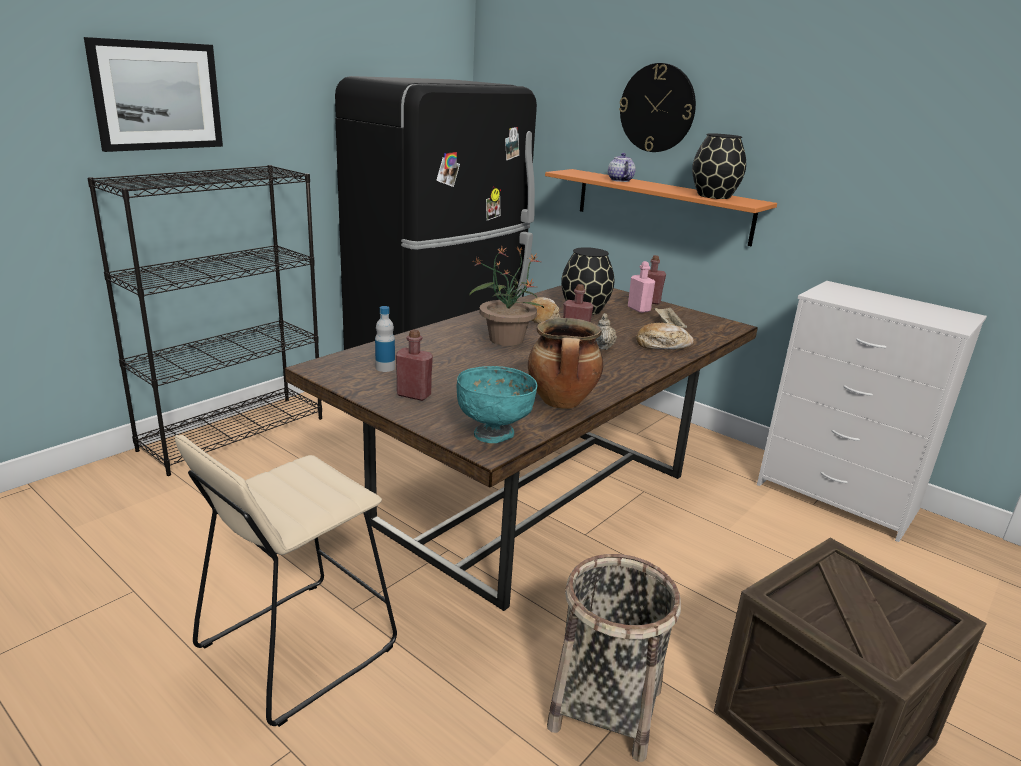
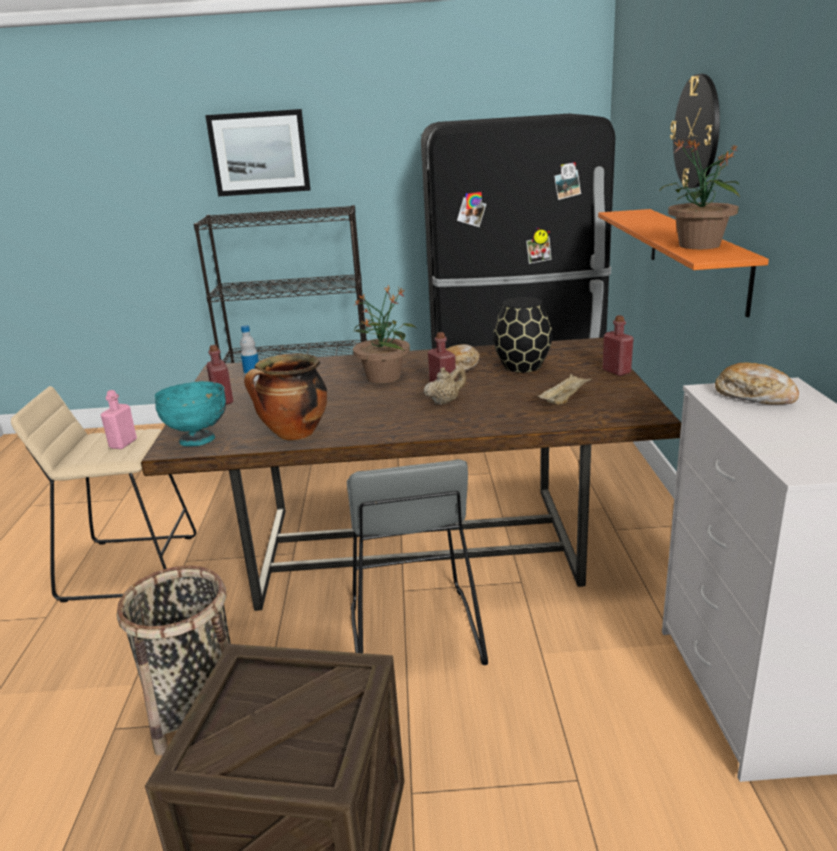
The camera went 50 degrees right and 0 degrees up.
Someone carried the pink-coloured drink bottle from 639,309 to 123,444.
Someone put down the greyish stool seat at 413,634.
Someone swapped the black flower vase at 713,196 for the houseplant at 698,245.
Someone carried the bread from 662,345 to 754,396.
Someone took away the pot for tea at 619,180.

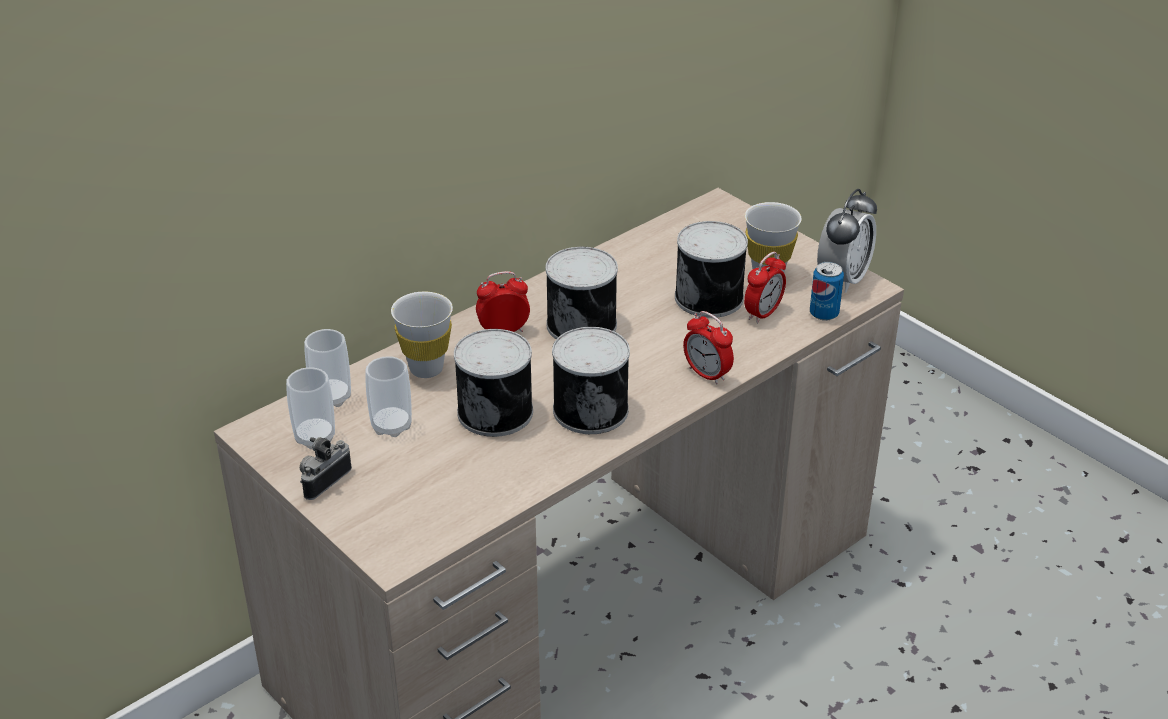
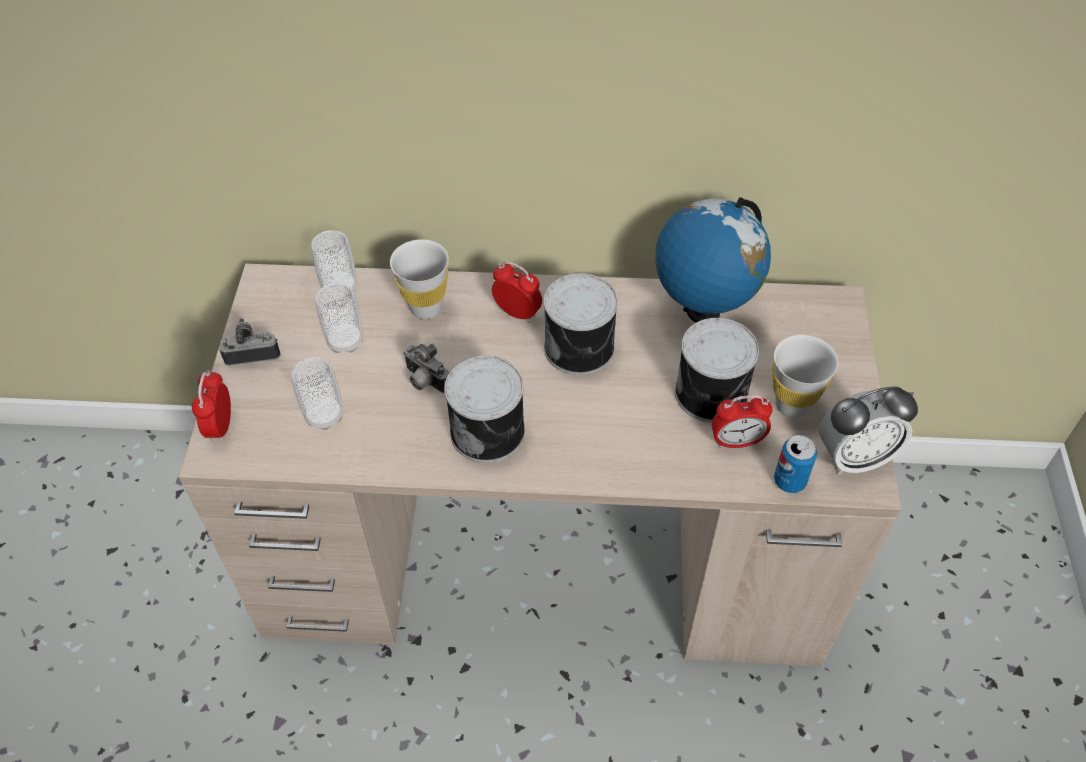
The camera went 45 degrees right and 15 degrees up.
Someone carried the table clock from 707,374 to 220,426.
Someone carried the small cup from 315,437 to 324,415.
Someone swapped the sealed can at 496,411 for the still camera at 424,381.
Someone put down the world globe at 702,312.

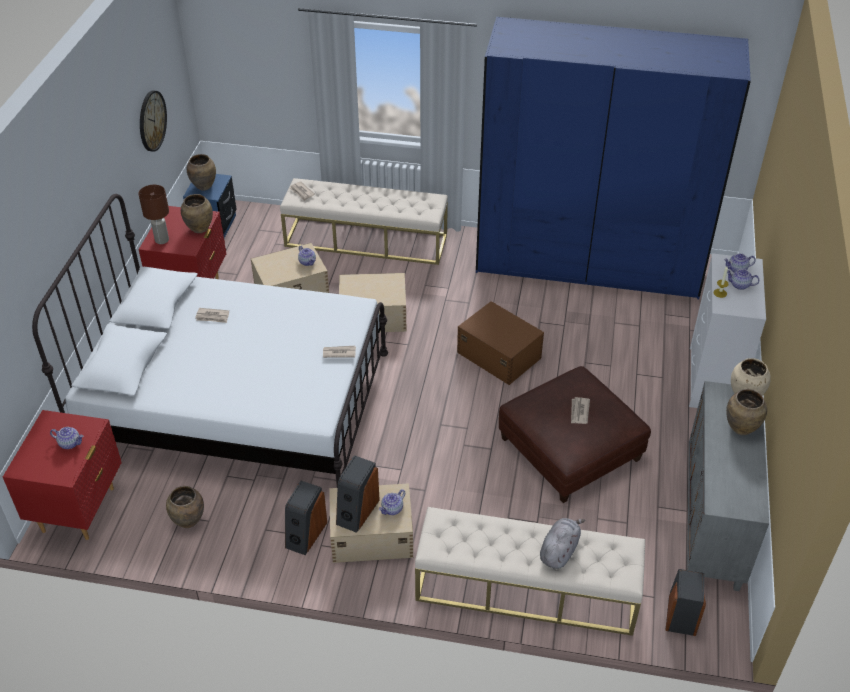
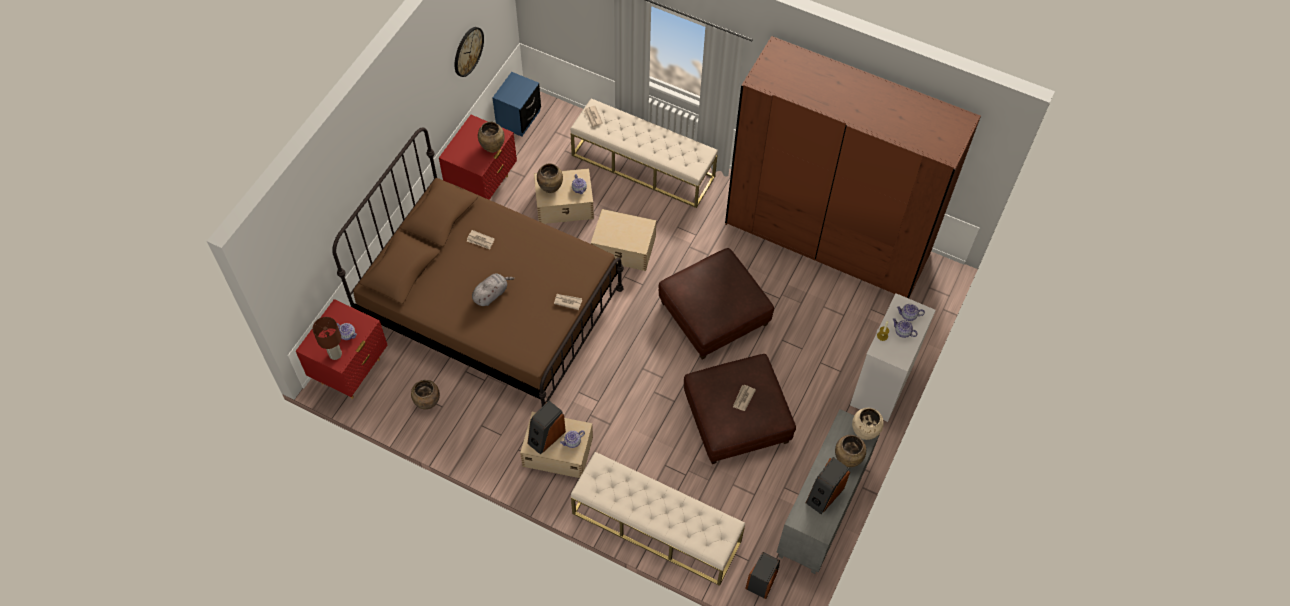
The camera went 15 degrees right and 15 degrees up.
Someone carried the brown table lamp from 162,240 to 335,354.
Someone repainted the white bed at 237,403, which became the brown bed at 490,307.
Someone carried the greyish cuddly toy from 559,550 to 491,294.
Someone carried the brown flower vase from 204,186 to 551,188.
Someone swapped the brown storage bin at 498,354 for the brown pouffe at 713,313.
Someone repainted the blue-coloured clothes cupboard at 588,263, which became the brown clothes cupboard at 827,238.
Someone carried the audio speaker from 305,534 to 824,494.

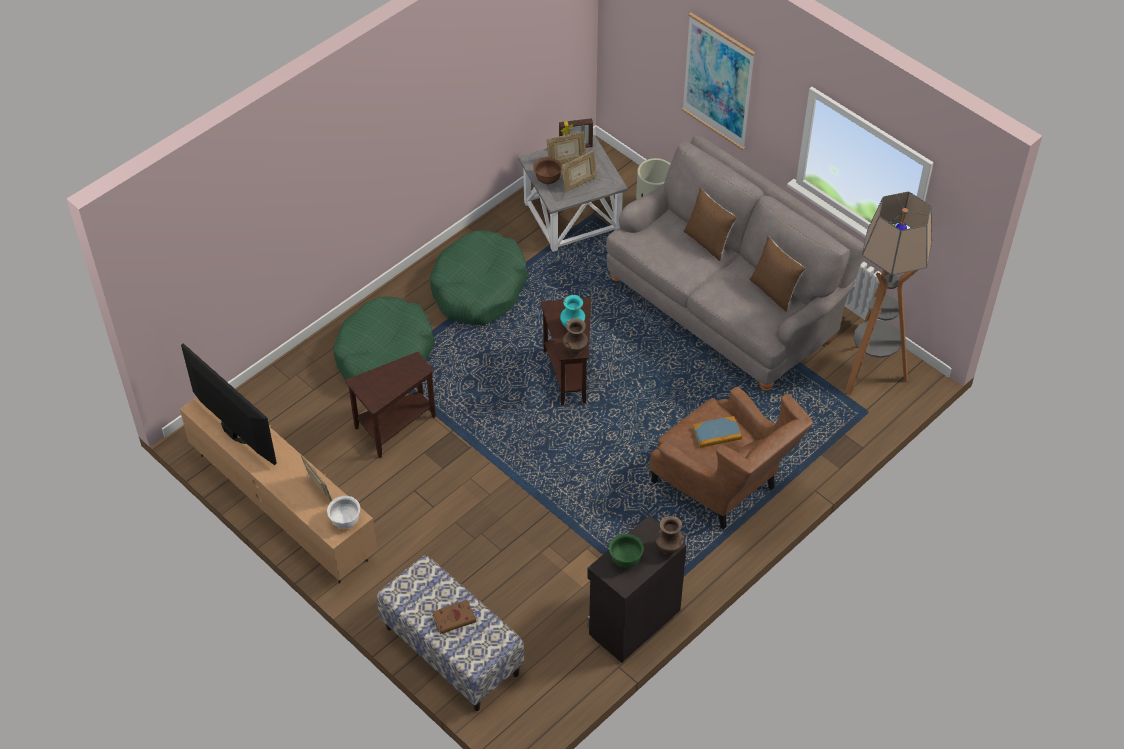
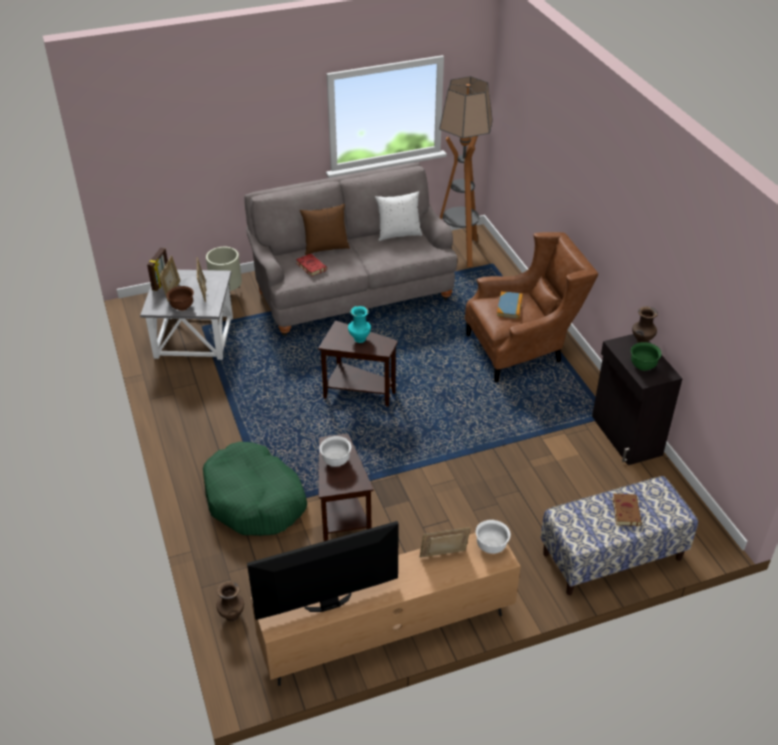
The camera went 65 degrees left and 10 degrees down.
Someone carried the brown flower vase from 575,350 to 231,615.
Someone put down the red-coloured bound book at 310,266.
Someone put down the white deep dish at 336,461.
Someone repainted the brown pillow at 774,291, which became the white pillow at 398,234.
Someone took away the green-coloured dog bed at 479,288.
Someone took away the wall art at 718,81.

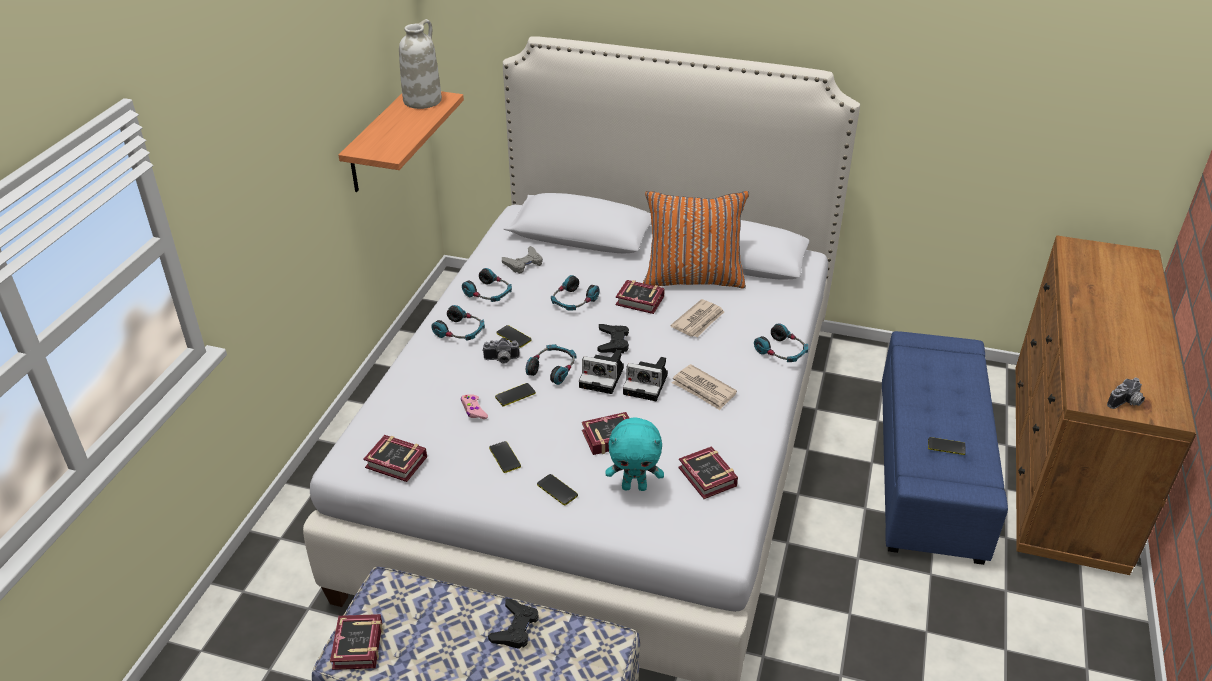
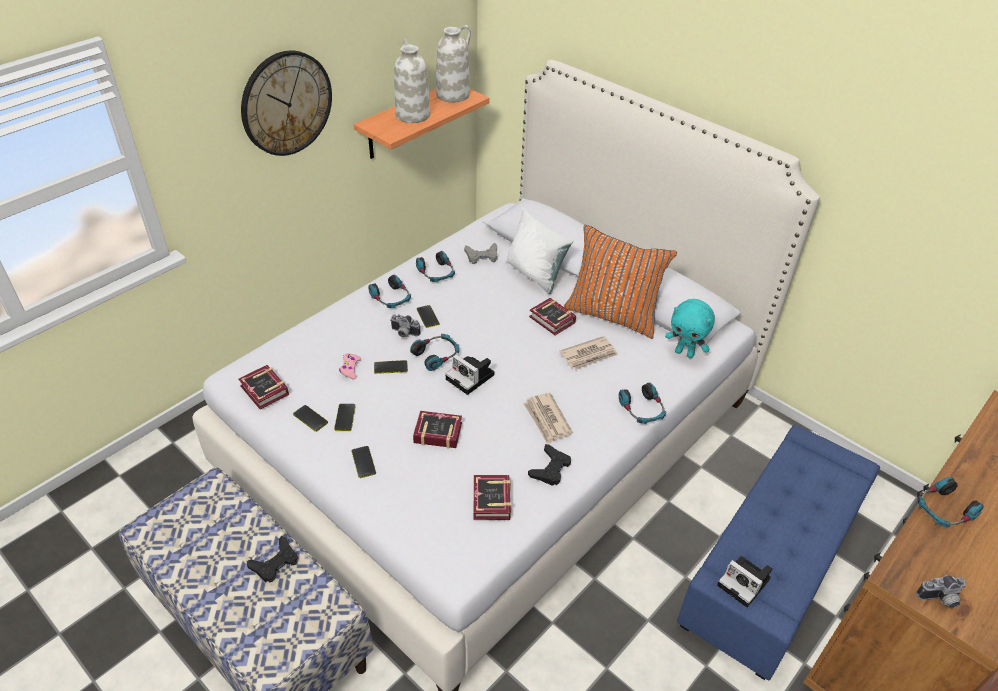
The camera went 25 degrees right and 5 degrees up.
Someone put up the wall clock at 286,103.
Someone carried the handset from 946,446 to 310,418.
Someone put down the white flower vase at 412,115.
Someone put down the white pillow at 535,274.
Someone carried the black gamepad from 613,342 to 550,469.
Someone carried the turquoise-coloured cuddly toy from 634,486 to 685,353.
Someone carried the still camera from 647,384 to 745,583.
Someone carried the headphones from 573,301 to 944,510.
Someone took away the bound book at 356,648.

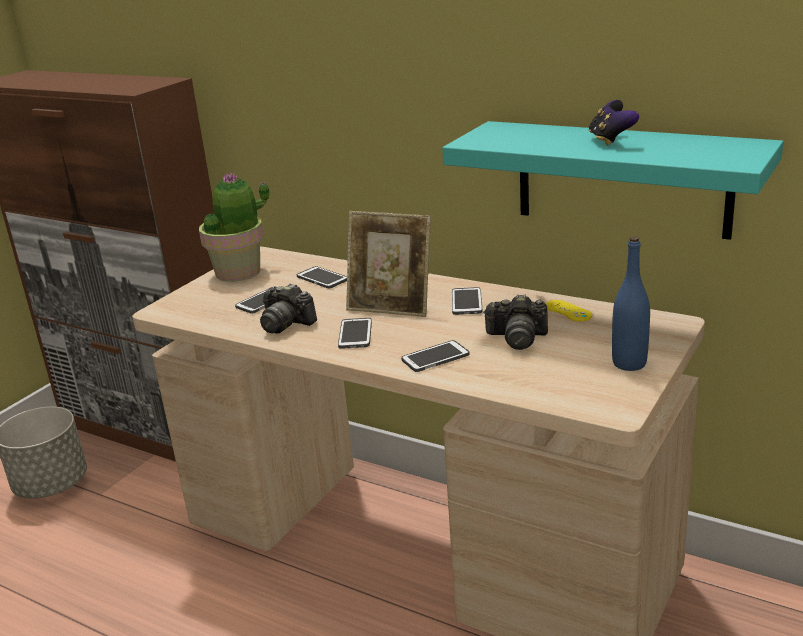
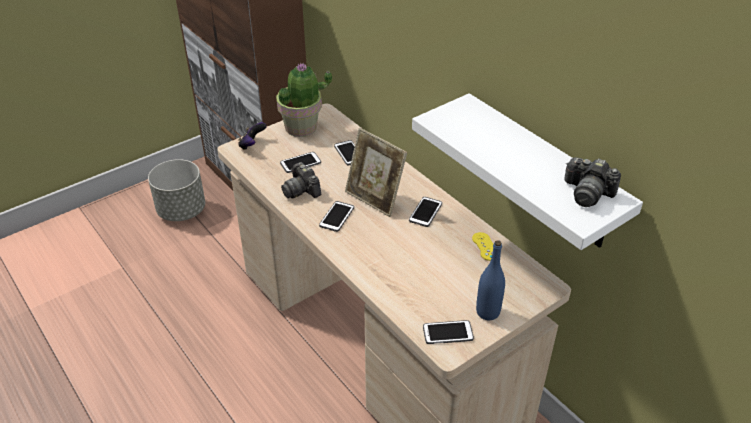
The camera went 20 degrees right and 15 degrees up.
Someone carried the gamepad from 611,140 to 252,145.
Someone repainted the turquoise-coloured bracket shelf at 622,178, which became the white bracket shelf at 542,173.
Someone carried the handset from 435,357 to 448,333.
Someone carried the still camera from 517,338 to 587,193.

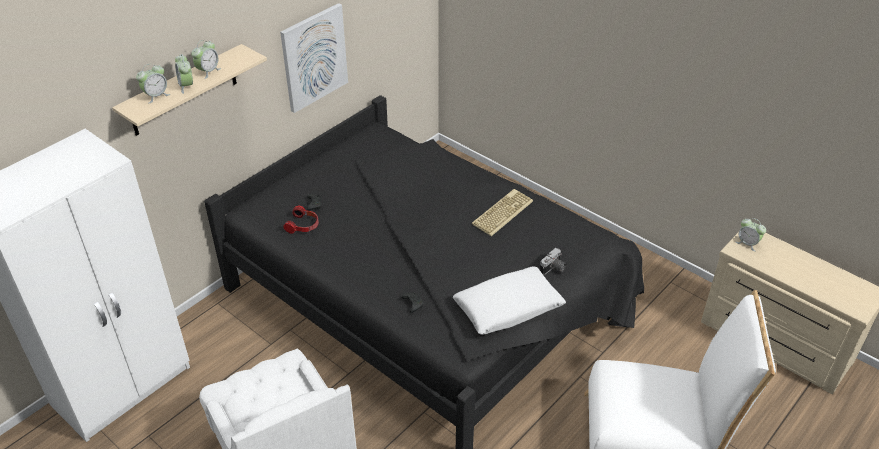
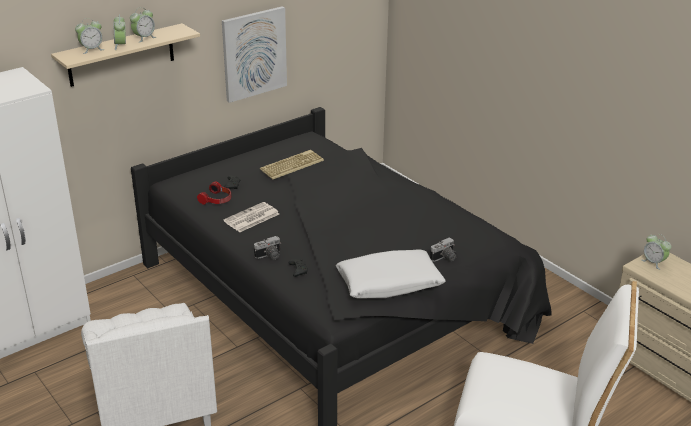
The camera went 10 degrees right and 10 degrees down.
Someone put down the daily paper at 251,218.
Someone put down the still camera at 269,256.
Someone carried the keyboard from 502,212 to 291,165.

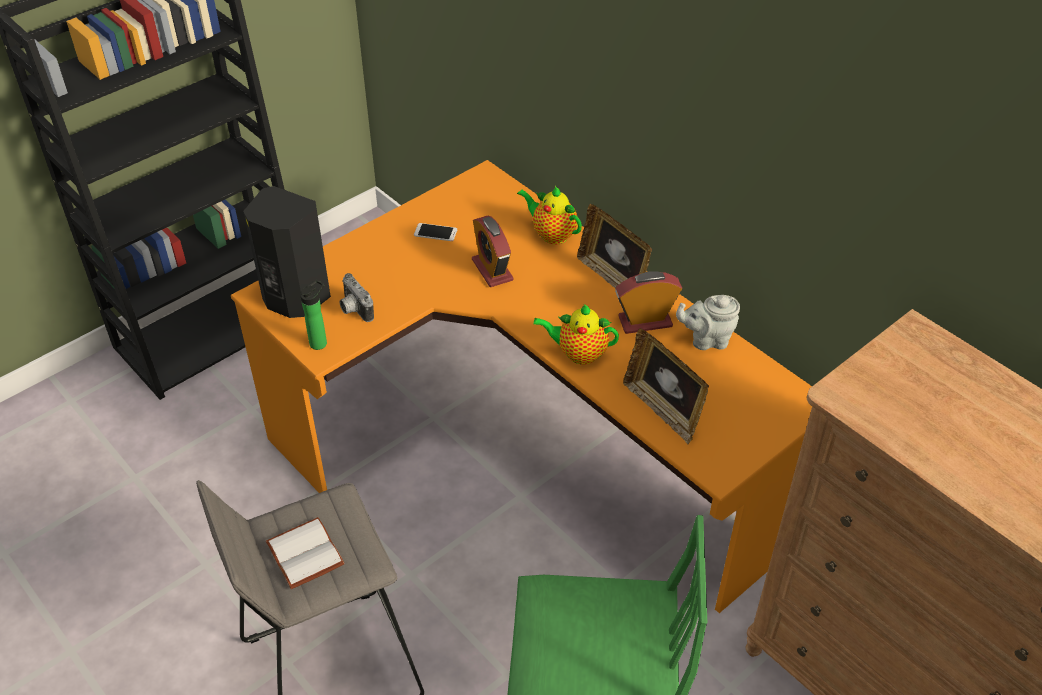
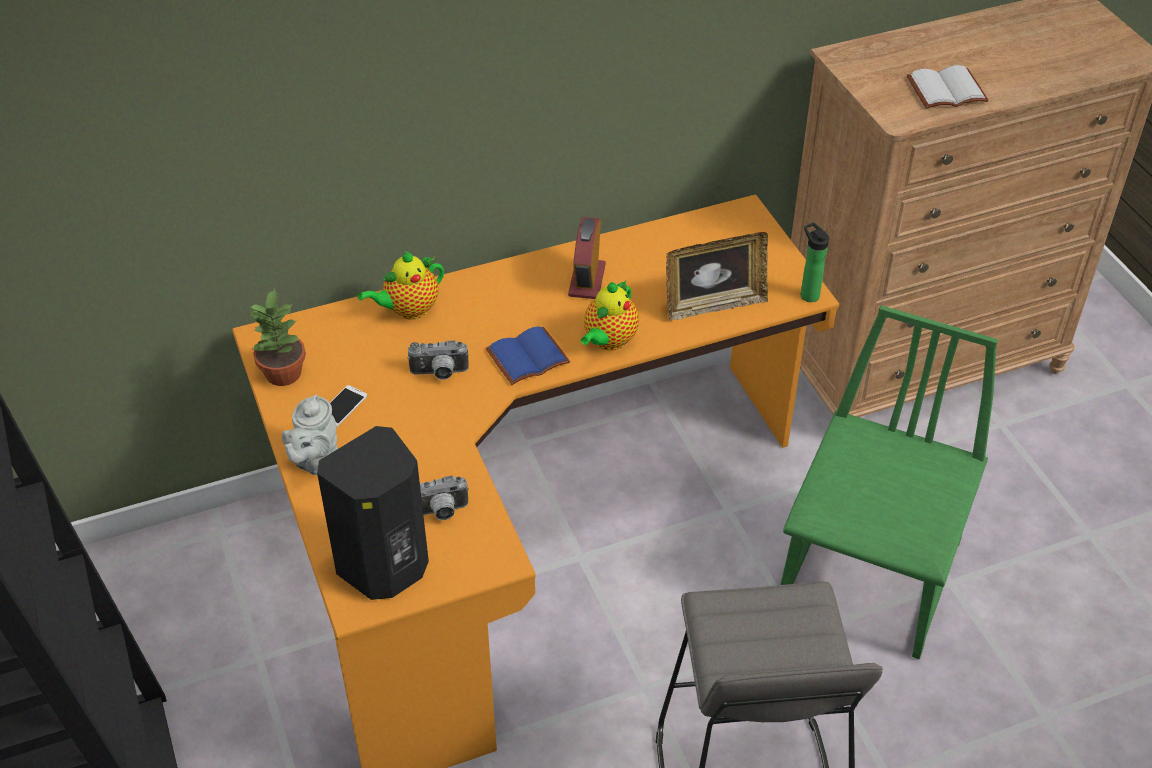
The camera went 70 degrees left and 0 degrees up.
Someone put down the houseplant at 282,374.
Someone carried the greyish pot for tea from 706,340 to 314,460.
Someone swapped the table clock at 492,270 for the still camera at 439,374.
Someone put down the blue-coloured bound book at 527,359.
Someone carried the drink bottle from 320,342 to 807,294.
Someone carried the white bound book from 302,554 to 946,92.
Someone took away the photo frame at 613,278.

